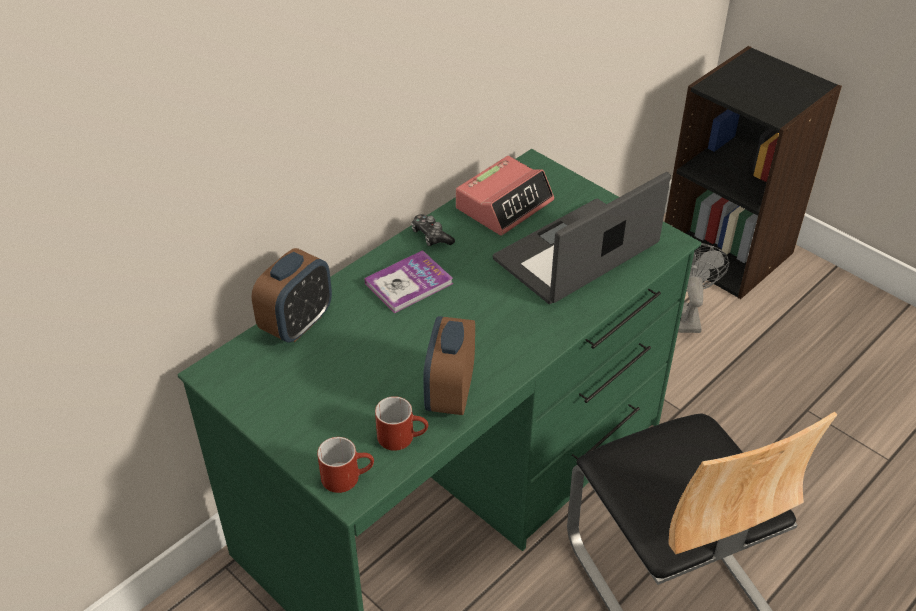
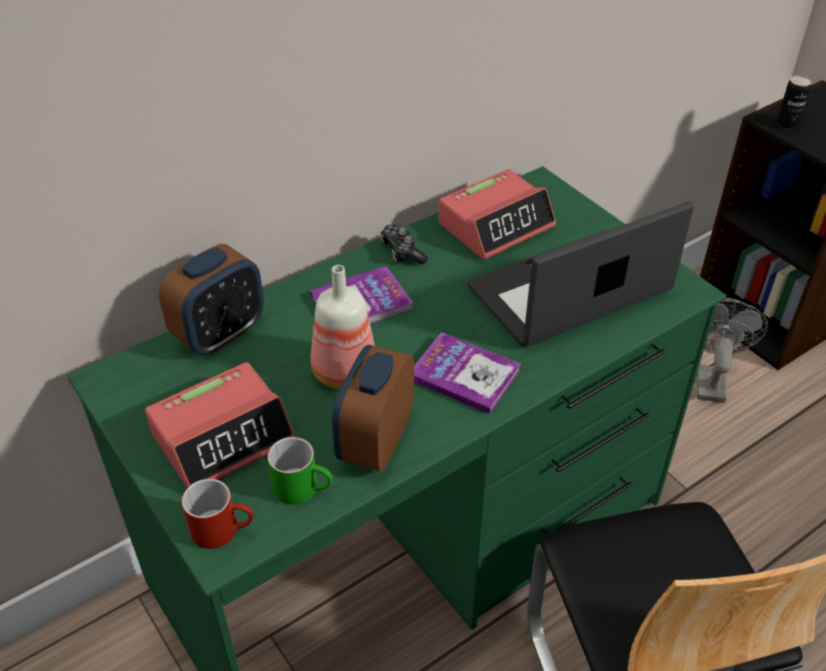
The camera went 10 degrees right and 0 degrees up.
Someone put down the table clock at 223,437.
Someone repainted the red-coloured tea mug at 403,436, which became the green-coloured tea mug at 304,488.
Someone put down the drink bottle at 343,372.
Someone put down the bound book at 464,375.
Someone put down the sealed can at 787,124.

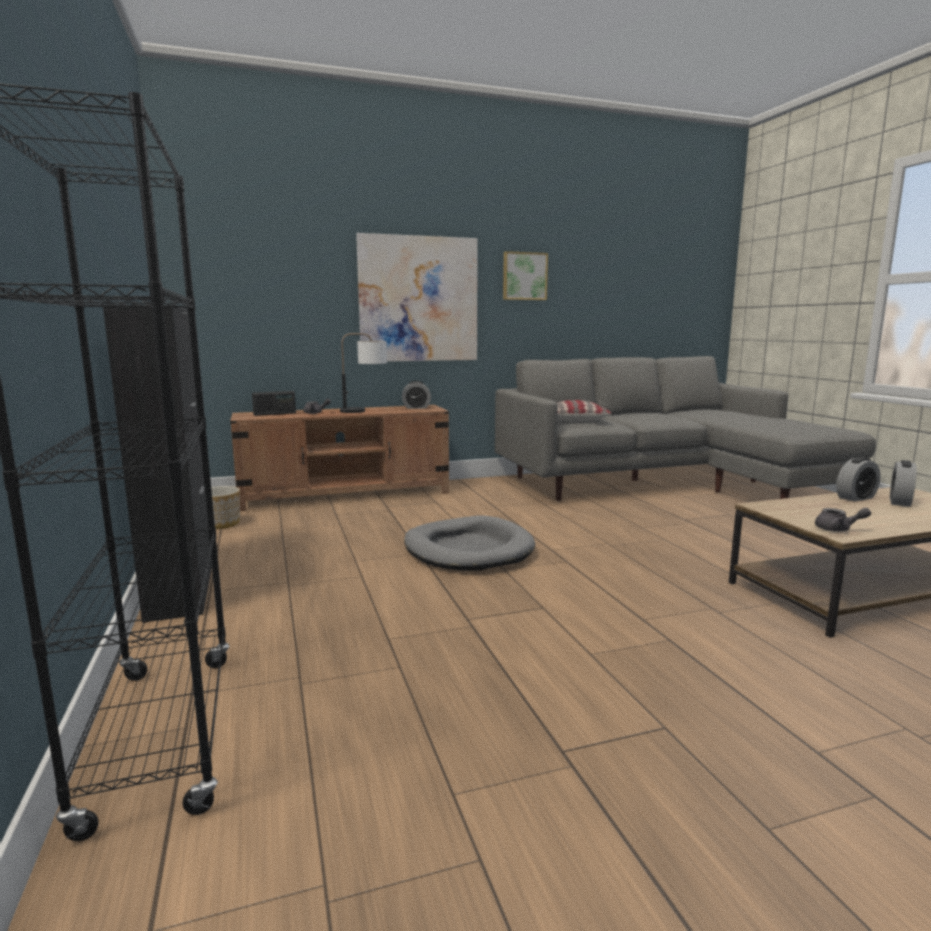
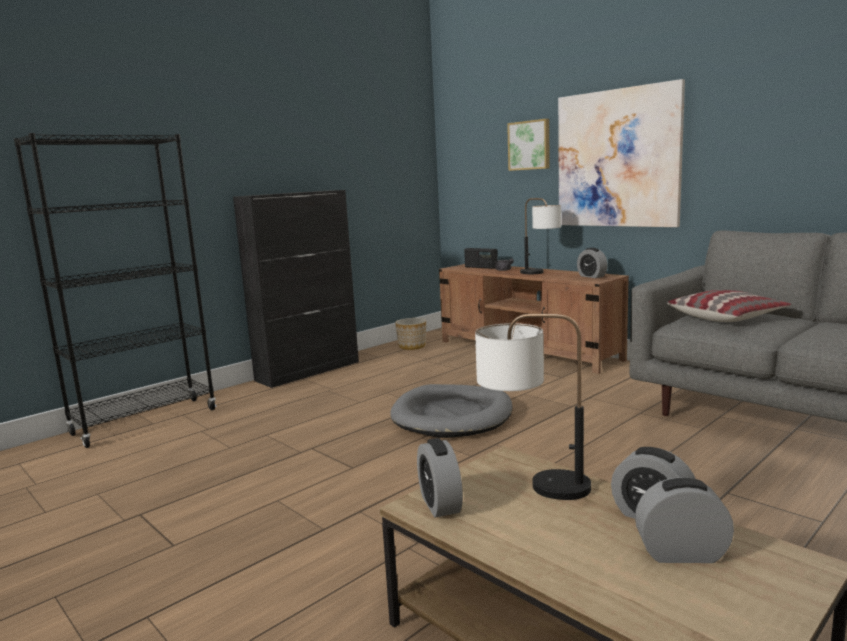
The camera went 65 degrees right and 0 degrees up.
Someone swapped the greyish pot for tea at 838,529 for the table clock at 440,504.
Someone put down the table lamp at 532,484.
Someone carried the wall art from 524,276 to 529,145.

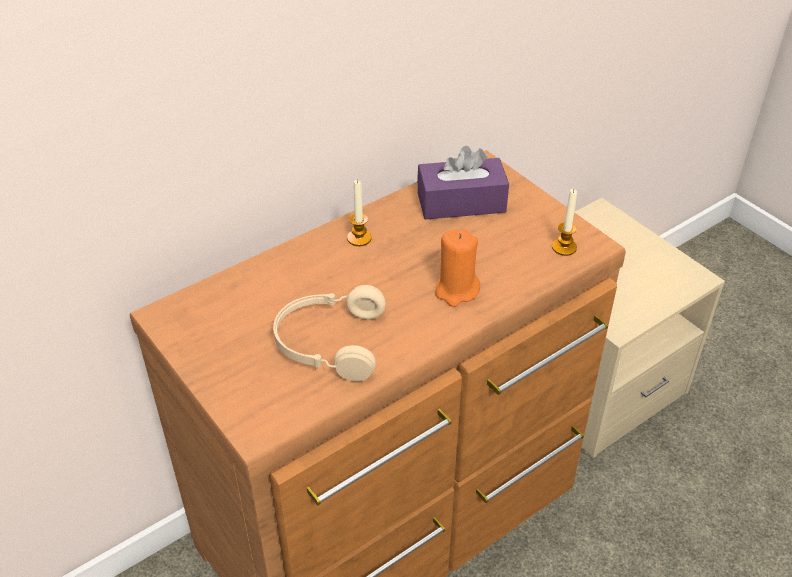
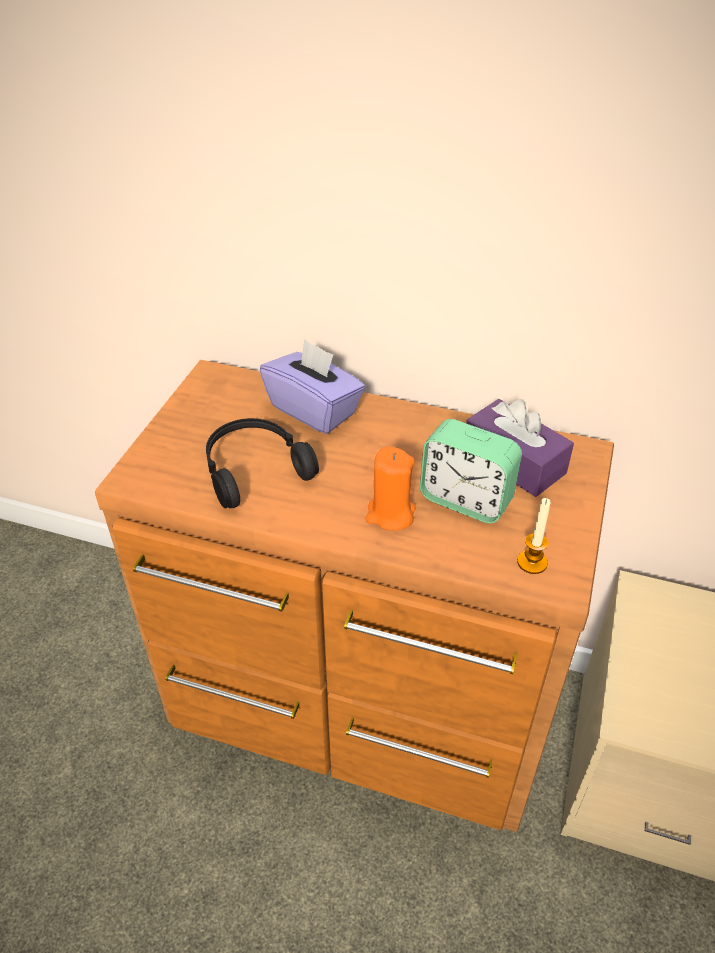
The camera went 55 degrees right and 0 degrees up.
Someone repainted the sand-coloured headphones at 328,343, which became the black headphones at 254,469.
Someone put down the purplish tissue holder at 314,410.
Someone put down the table clock at 466,500.
Someone took away the candle at 359,238.

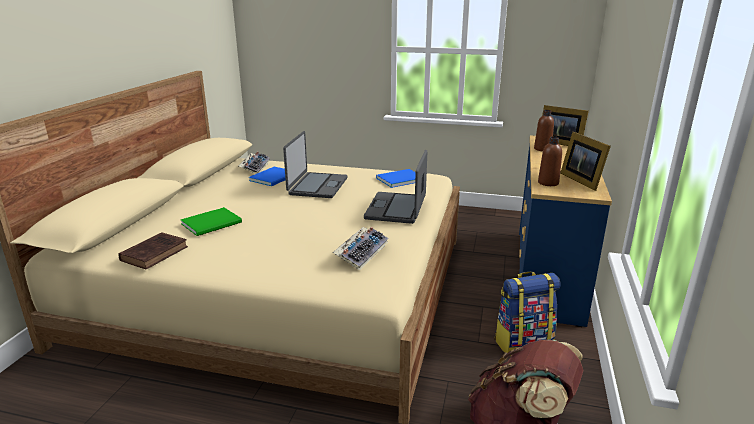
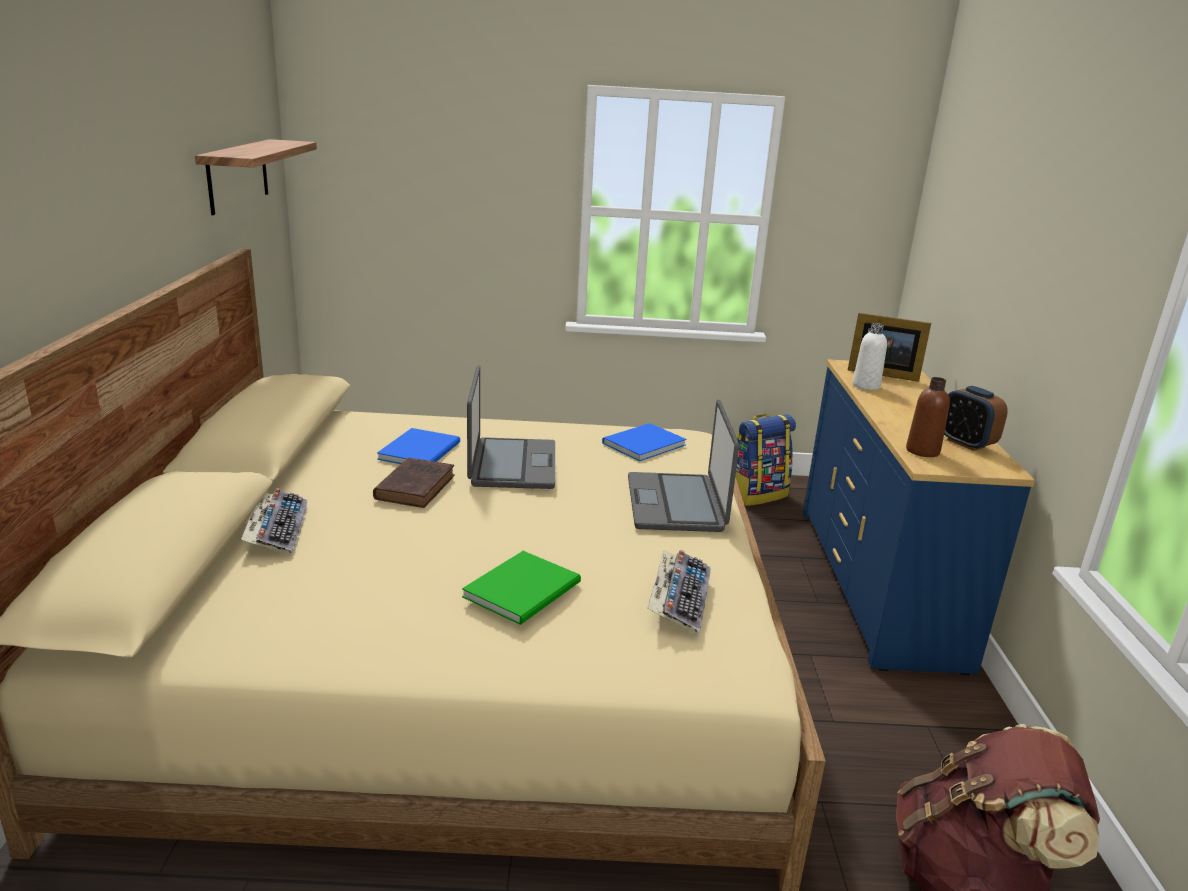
The camera went 15 degrees left and 0 degrees up.
Someone put up the bracket shelf at 238,175.
Someone carried the keyboard from 255,167 to 277,530.
Someone carried the brown bound book from 156,253 to 416,486.
Someone carried the green-coloured bound book from 213,223 to 526,589.
Someone carried the knapsack from 523,343 to 756,494.
Someone repainted the brown drink bottle at 542,149, which became the white drink bottle at 866,386.
Someone swapped the photo frame at 582,180 for the table clock at 966,443.

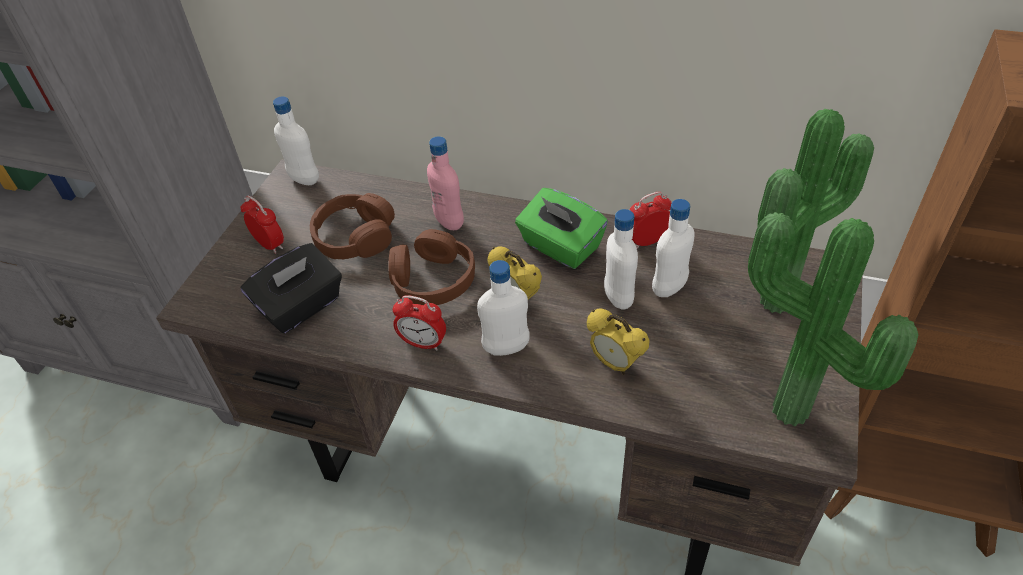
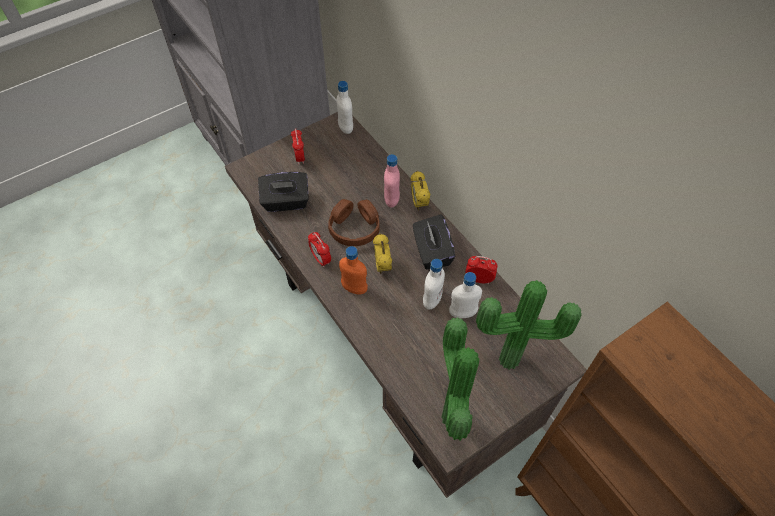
The camera went 35 degrees right and 10 degrees up.
Someone repainted the white drink bottle at 506,348, which became the orange drink bottle at 354,288.
Someone carried the table clock from 615,364 to 419,203.
Someone repainted the green-coloured tissue holder at 560,247, which became the black tissue holder at 431,252.
Someone took away the brown headphones at 355,237.

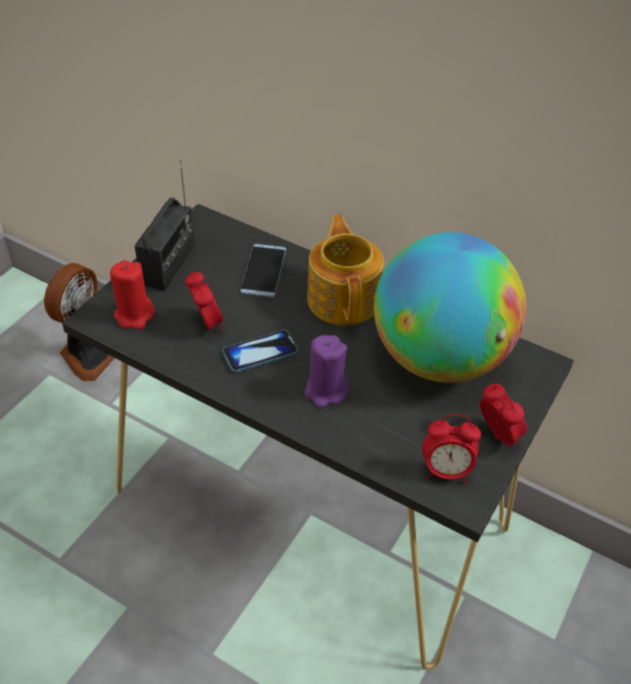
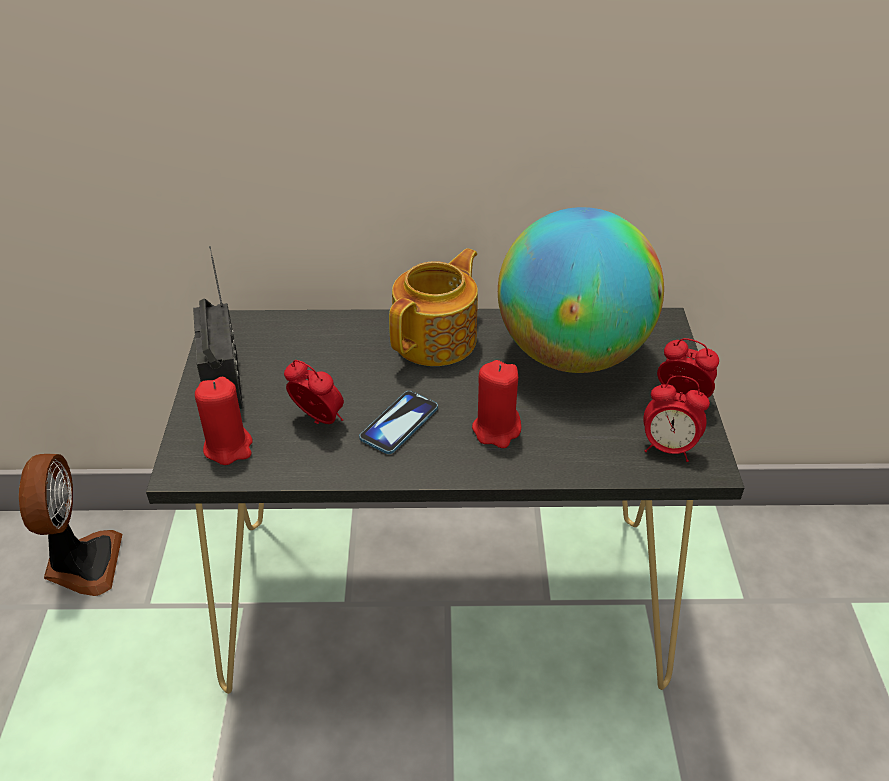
The camera went 30 degrees left and 5 degrees down.
Someone rotated the pot for tea at 344,298 by 75 degrees clockwise.
Someone repainted the purplish candle at 326,391, which became the red-coloured candle at 496,430.
Someone rotated the table clock at 446,471 by 45 degrees clockwise.
Someone took away the handset at 263,270.

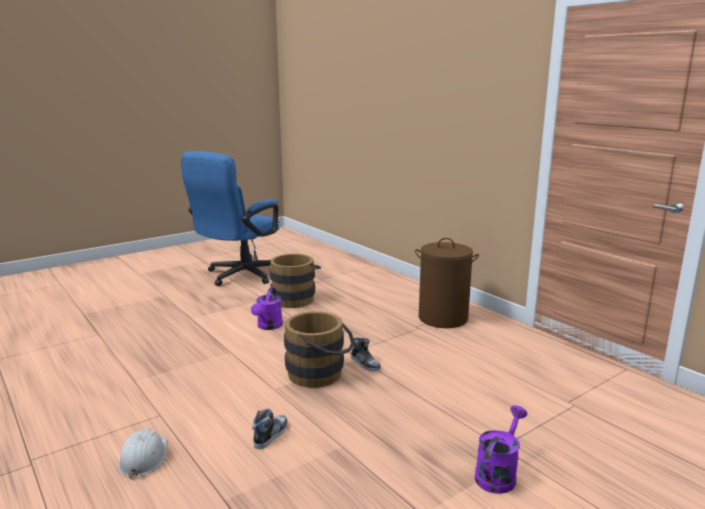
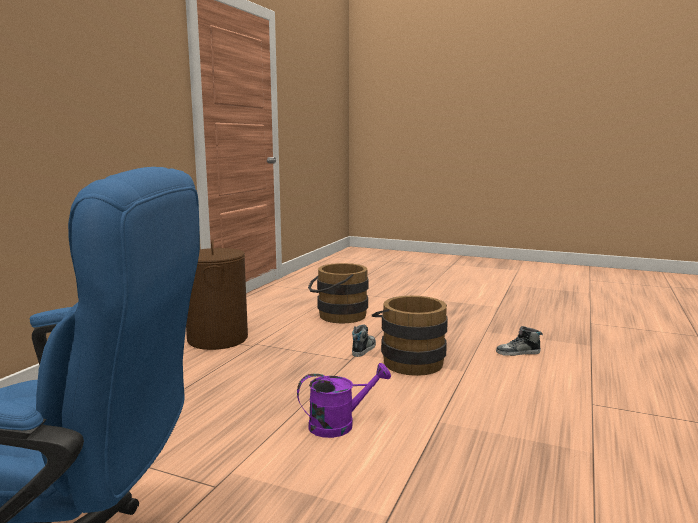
The camera went 120 degrees left and 5 degrees down.
Someone carried the brown bucket from 294,298 to 337,316.
Someone took away the white work helmet at 143,458.
Someone took away the purplish watering can at 498,474.

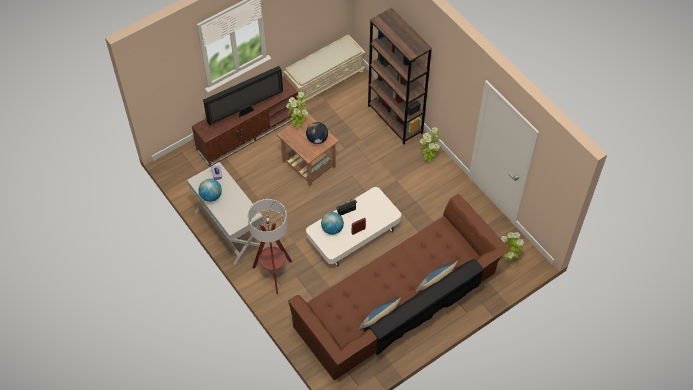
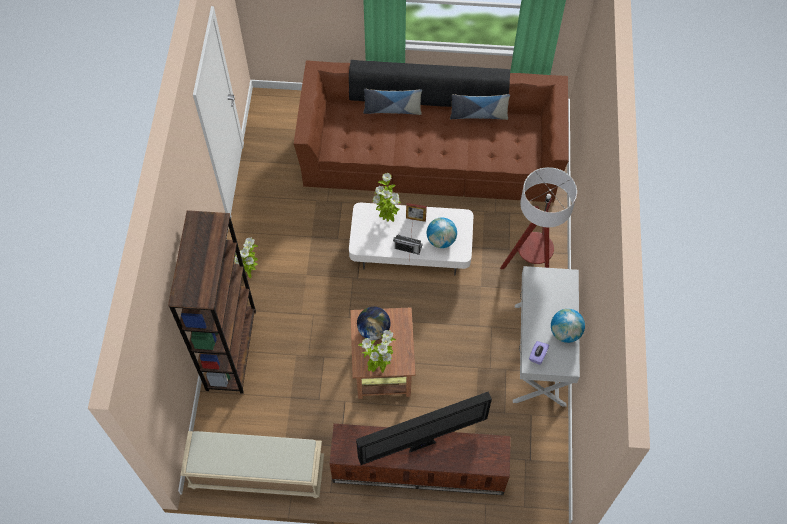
The camera went 140 degrees left and 5 degrees up.
Someone rotated the television at 246,111 by 150 degrees clockwise.
Someone carried the houseplant from 508,259 to 387,217.

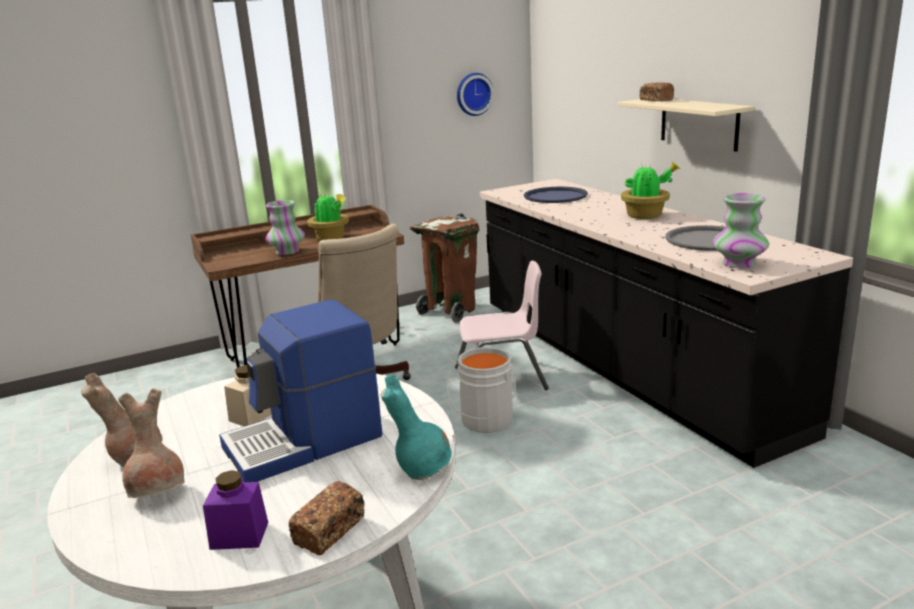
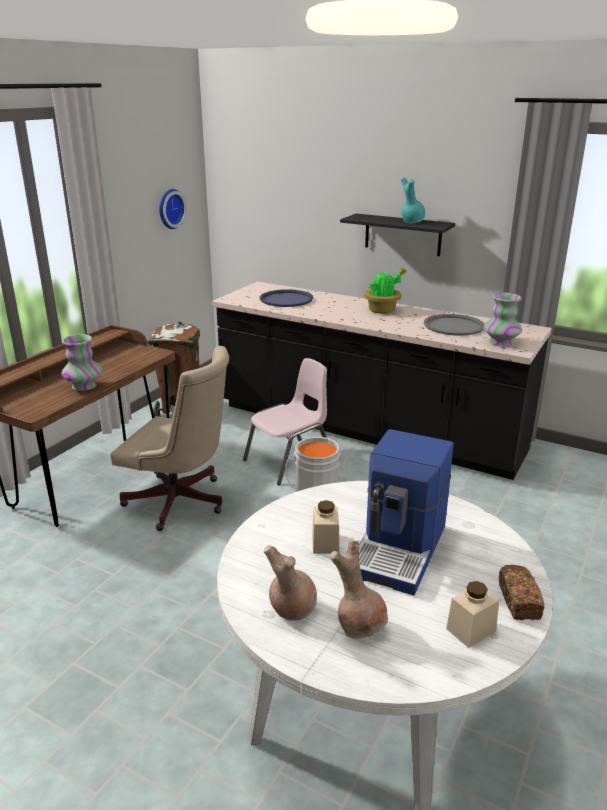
The camera went 35 degrees left and 5 degrees up.
Someone repainted the sand-coloured bracket shelf at 698,123, which became the black bracket shelf at 402,234.
Someone carried the turquoise-coloured flower vase from 422,469 to 411,222.
Someone repainted the purplish storage jar at 239,535, which became the sand-coloured storage jar at 471,630.
Someone took away the houseplant at 331,238.
Someone took away the bread at 656,100.

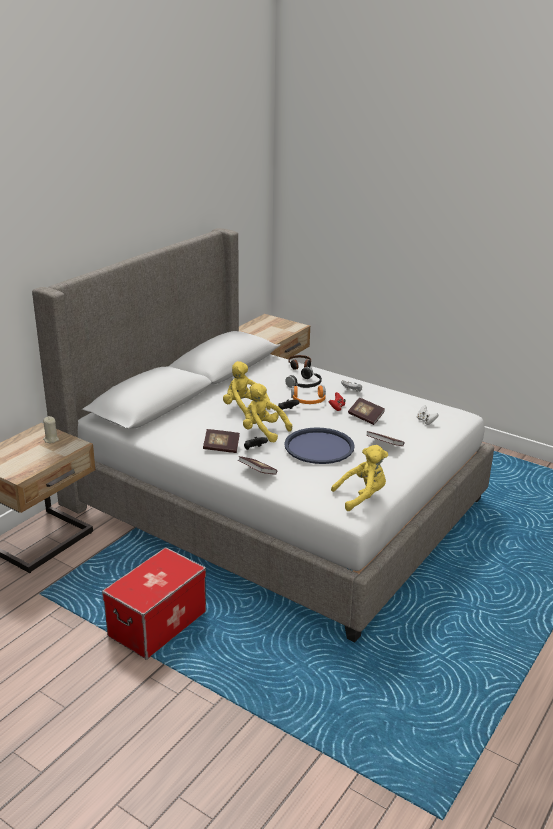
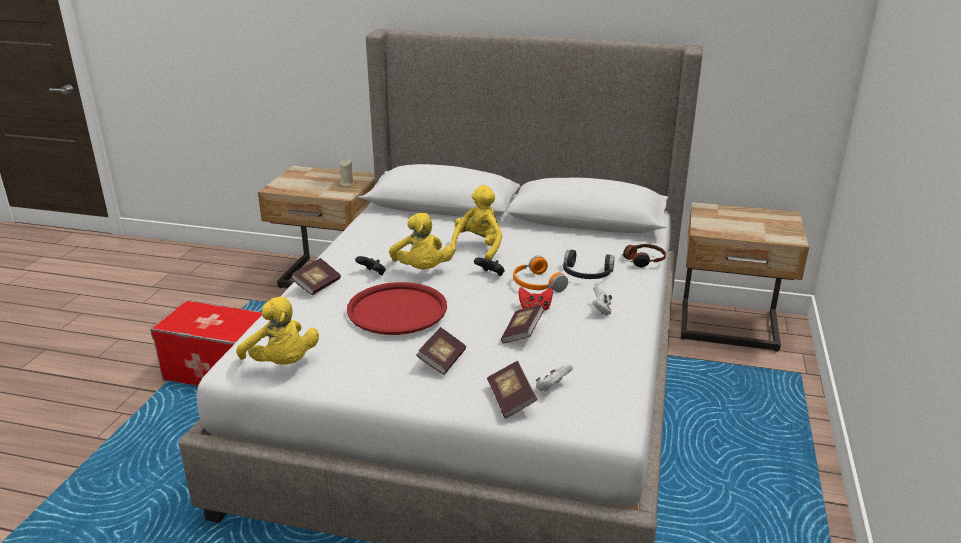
The camera went 70 degrees right and 0 degrees up.
Someone repainted the blue-coloured carrying tray at 319,447, which became the red-coloured carrying tray at 397,310.
Someone rotated the yellow-coloured cuddly toy at 263,431 by 150 degrees clockwise.
Someone carried the bound book from 221,448 to 511,399.

